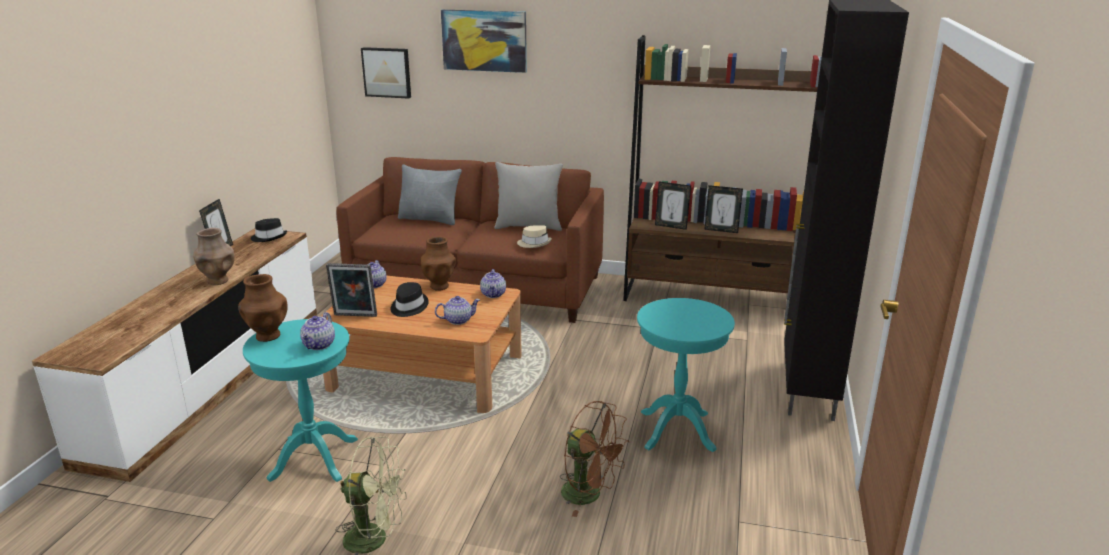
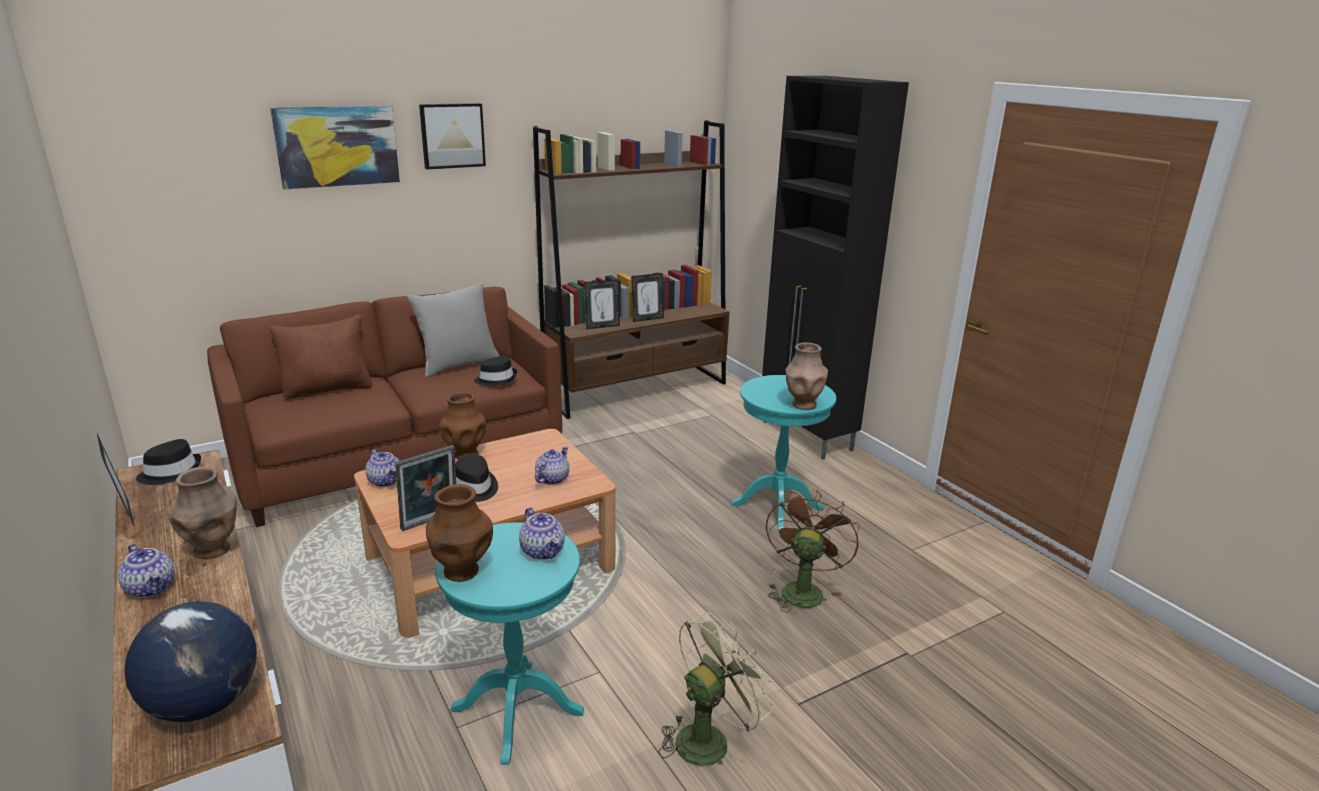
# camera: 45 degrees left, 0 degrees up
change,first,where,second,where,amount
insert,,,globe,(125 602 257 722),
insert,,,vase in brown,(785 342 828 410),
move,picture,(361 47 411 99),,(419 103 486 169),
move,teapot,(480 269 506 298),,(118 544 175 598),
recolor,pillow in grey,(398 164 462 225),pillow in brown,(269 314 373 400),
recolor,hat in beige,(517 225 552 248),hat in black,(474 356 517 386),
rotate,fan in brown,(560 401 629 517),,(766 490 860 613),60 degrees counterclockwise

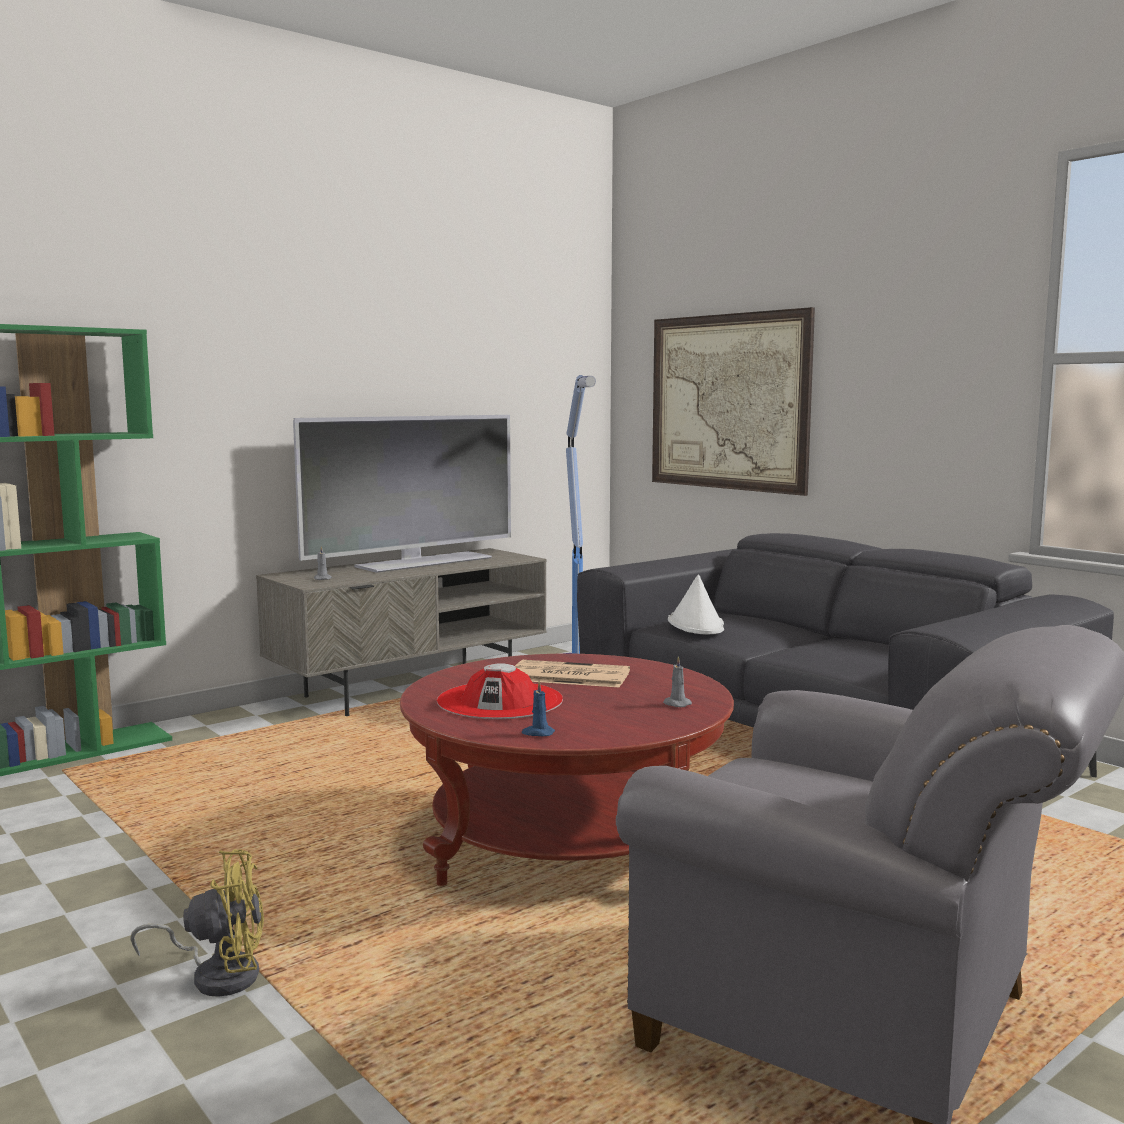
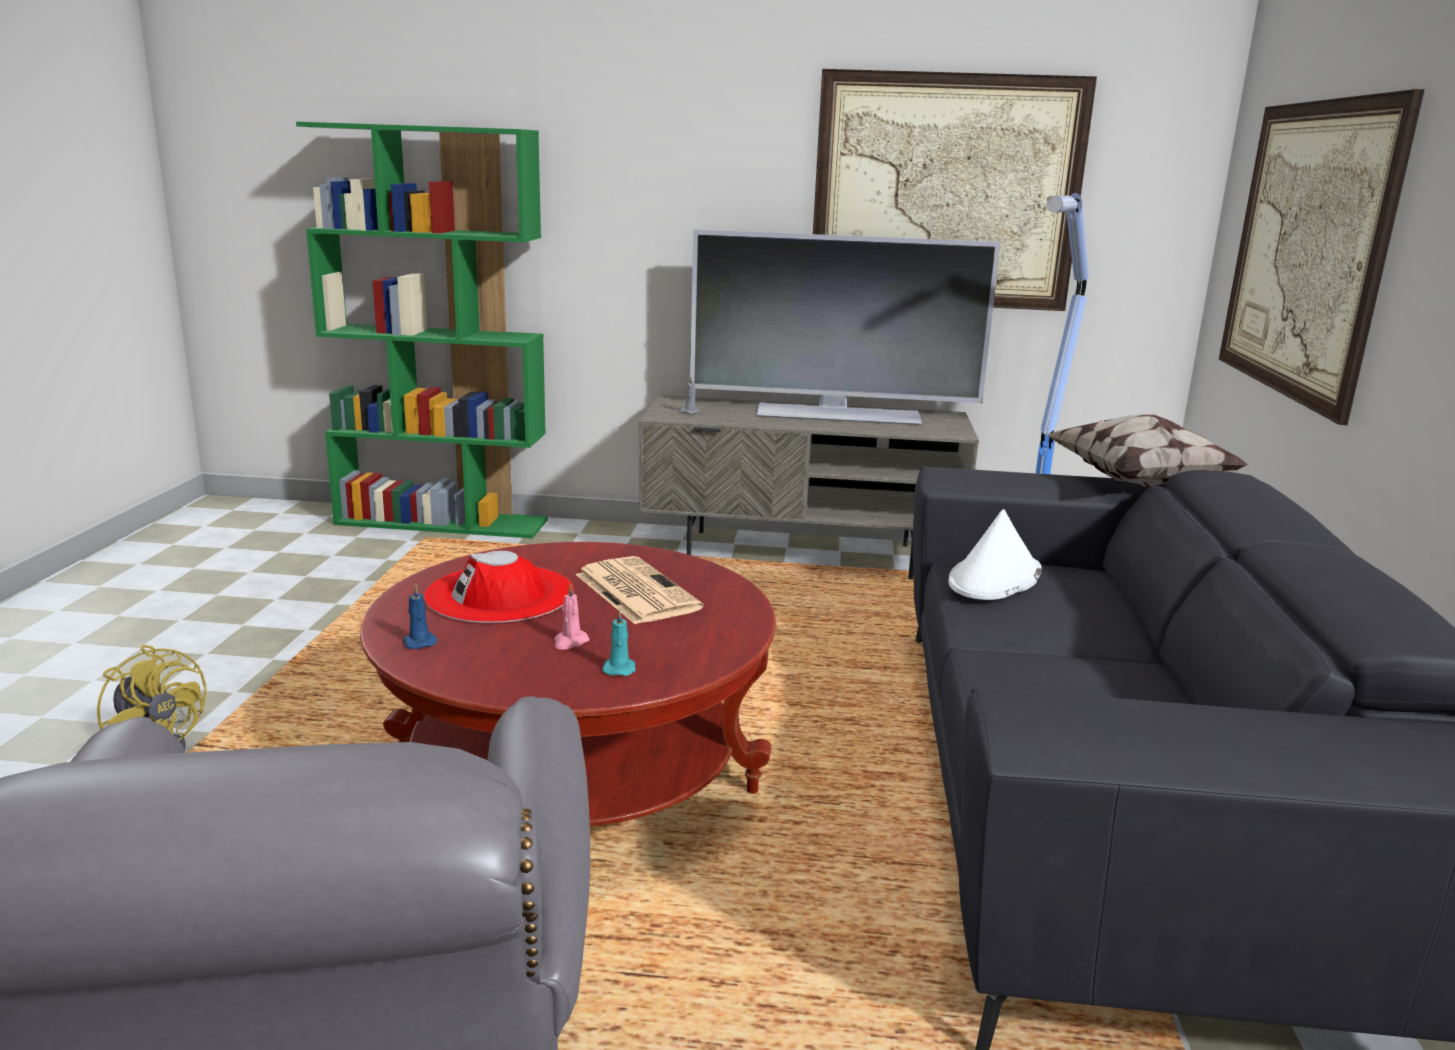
# camera: 45 degrees right, 10 degrees up
change,first,where,second,where,amount
insert,,,candle in pink,(554 583 590 649),
insert,,,picture,(813 69 1097 311),
insert,,,pillow,(1045 414 1248 487),
recolor,candle in grey,(663 656 692 707),candle in turquoise,(602 608 636 676),

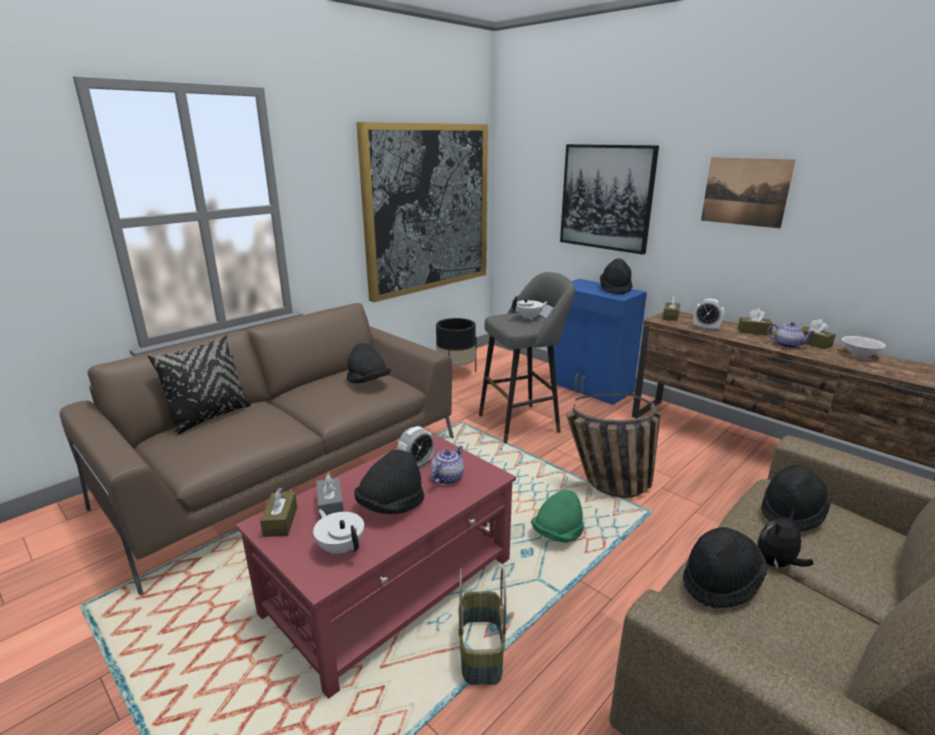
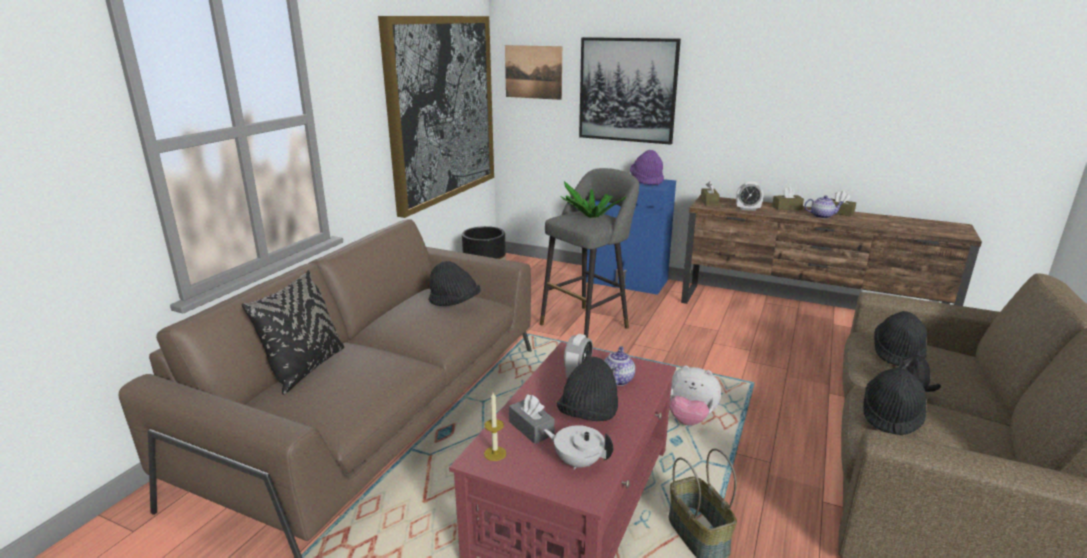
# camera: 20 degrees left, 0 degrees up
change,first,where,second,where,amount
delete,basket,(566 393 660 498),,,
delete,bowl in white,(842 336 886 357),,,
move,picture,(701 157 796 228),,(505 45 562 100),
replace,tissue box in brown,(260 488 297 537),candle,(484 393 507 461),
replace,teapot in white,(512 296 548 320),potted plant,(561 181 627 218),
replace,hat in green,(531 489 584 543),plush toy,(669 365 721 426),
recolor,hat in black,(600 258 632 295),hat in purple,(630 150 664 185),

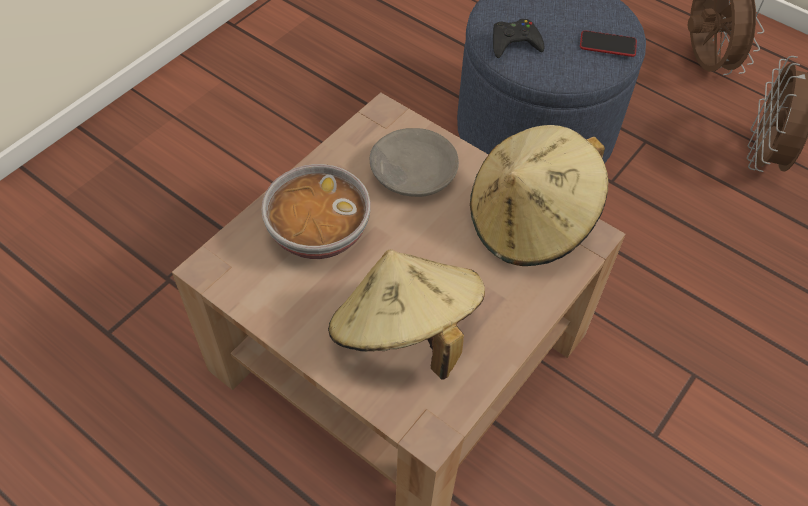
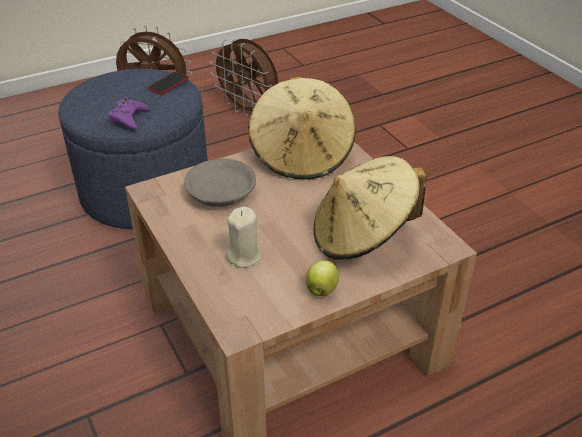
# camera: 65 degrees left, 15 degrees down
change,first,where,second,where,amount
insert,,,apple,(306 260 339 296),
replace,bowl,(261 164 371 259),candle in beige,(226 206 261 268),
recolor,game controller in black,(493 19 545 58),game controller in purple,(109 99 150 129),

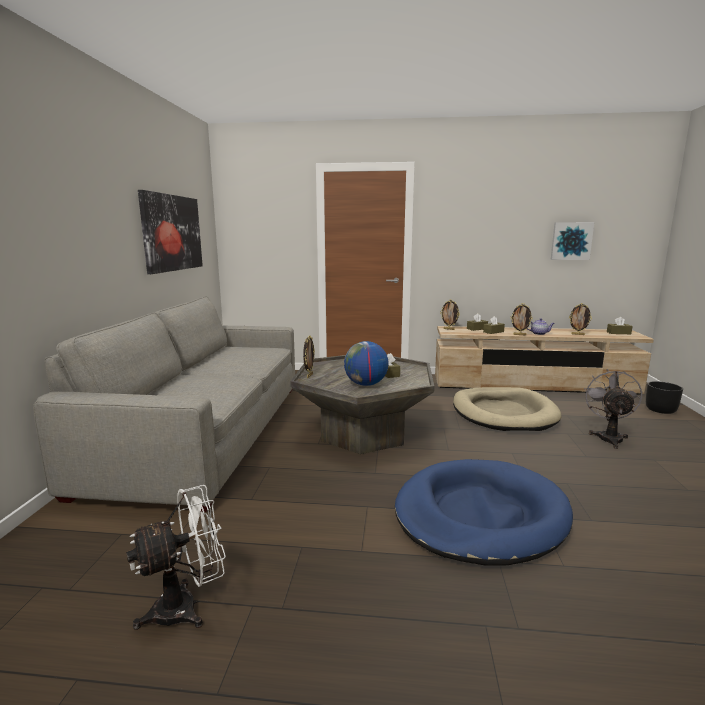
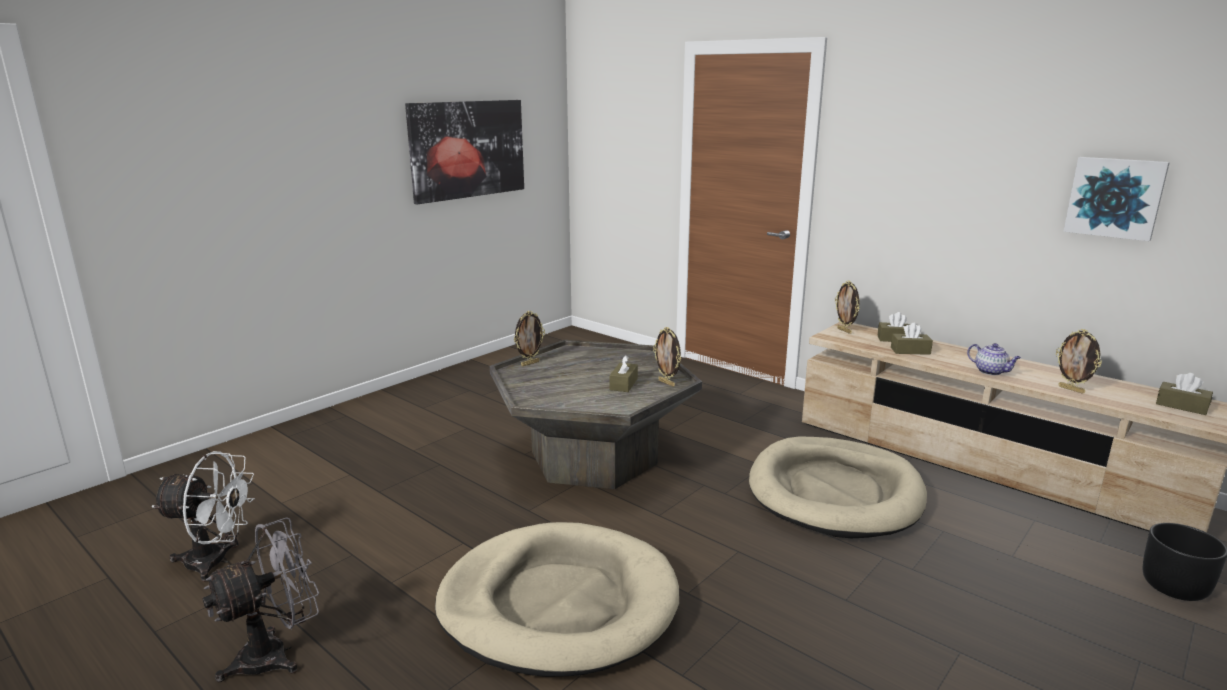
# camera: 35 degrees right, 5 degrees up
change,first,where,second,where,amount
delete,sofa in grey,(33 296 295 512),,,
delete,globe,(344 341 389 386),,,
move,picture frame,(510 303 533 335),,(653 327 681 387),
move,fan in grey,(584 369 642 449),,(202 517 319 683),
recolor,dog bed in blue,(395 459 573 566),dog bed in beige,(435 522 679 677),

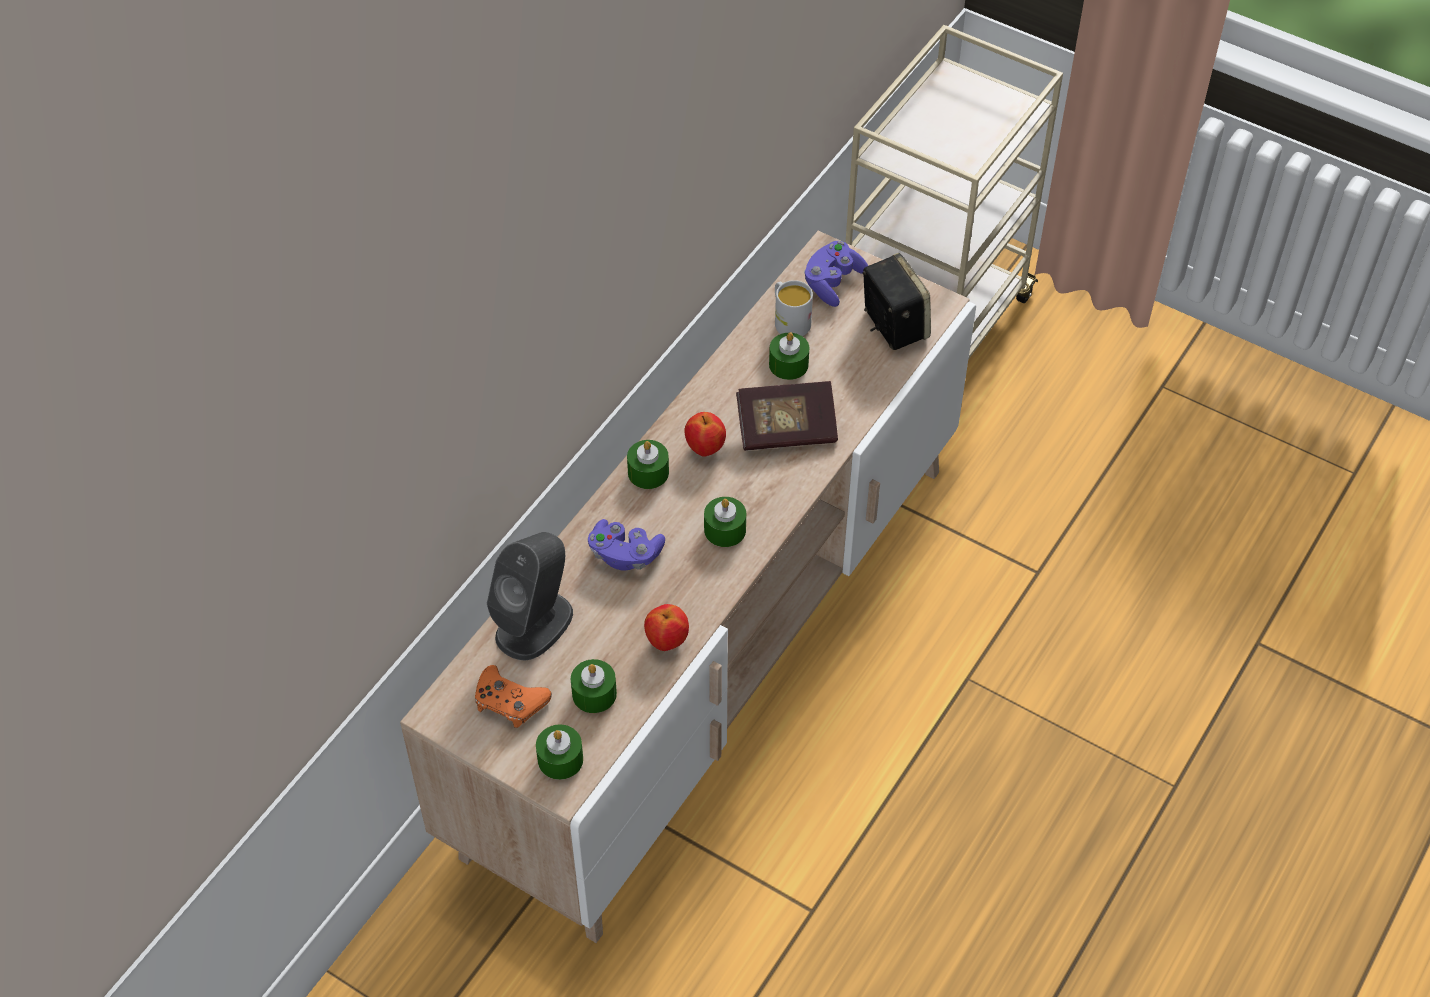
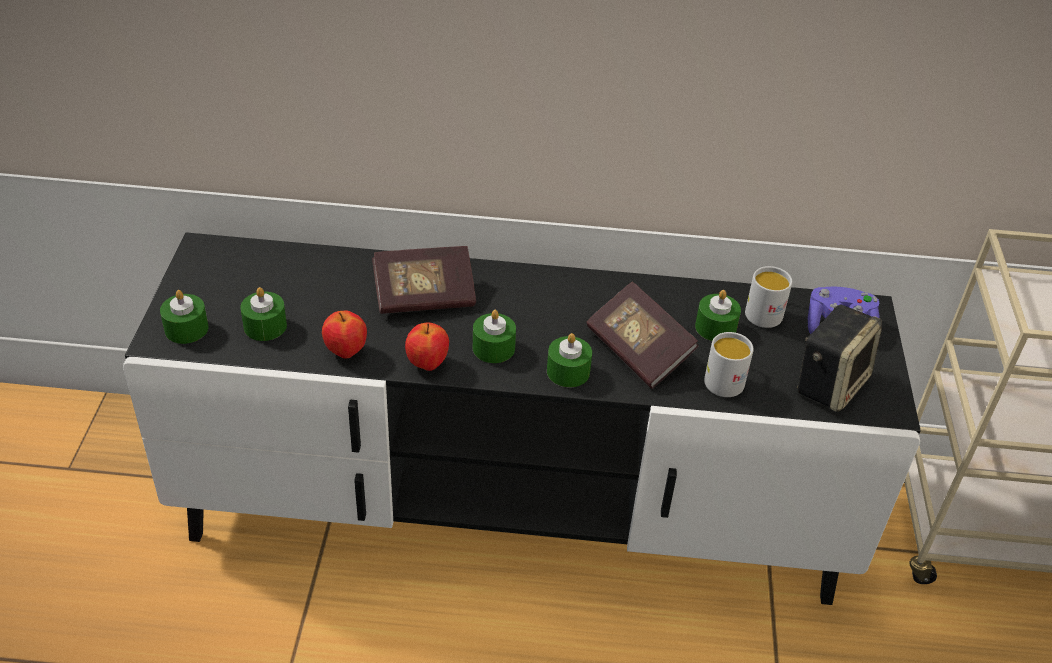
# camera: 60 degrees right, 10 degrees down
change,first,where,second,where,amount
delete,game controller in orange,(475 665 552 728),,,
delete,speaker in grey,(487 532 573 660),,,
insert,,,mug in white,(704 332 754 397),
move,candle in green,(627 440 669 489),,(547 333 592 387),
move,apple,(684 412 726 457),,(405 322 449 371),
replace,game controller in purple,(588 519 665 570),book,(372 246 476 314),
recolor,tv stand in beige,(400 231 976 943),tv stand in black,(123 232 921 605),

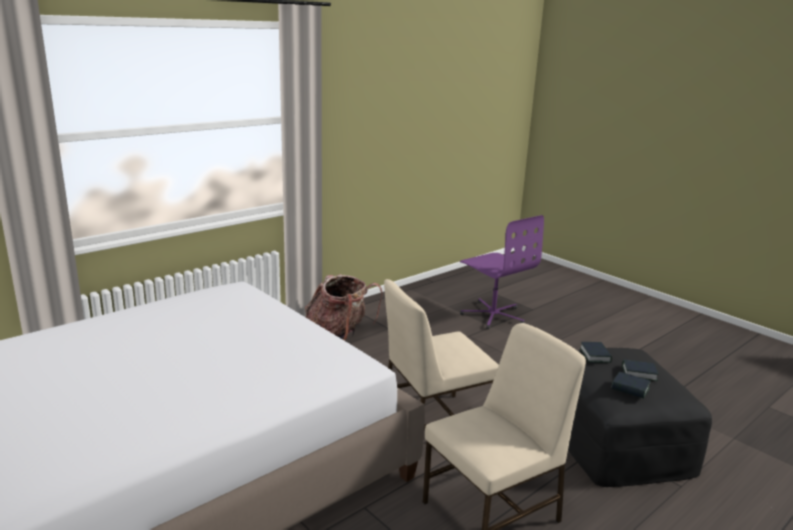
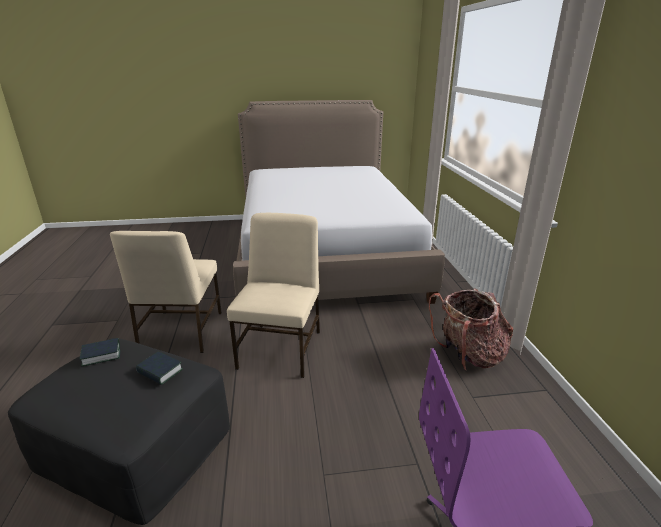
# camera: 125 degrees right, 5 degrees up
change,first,where,second,where,amount
delete,book,(622 359 658 381),,,

